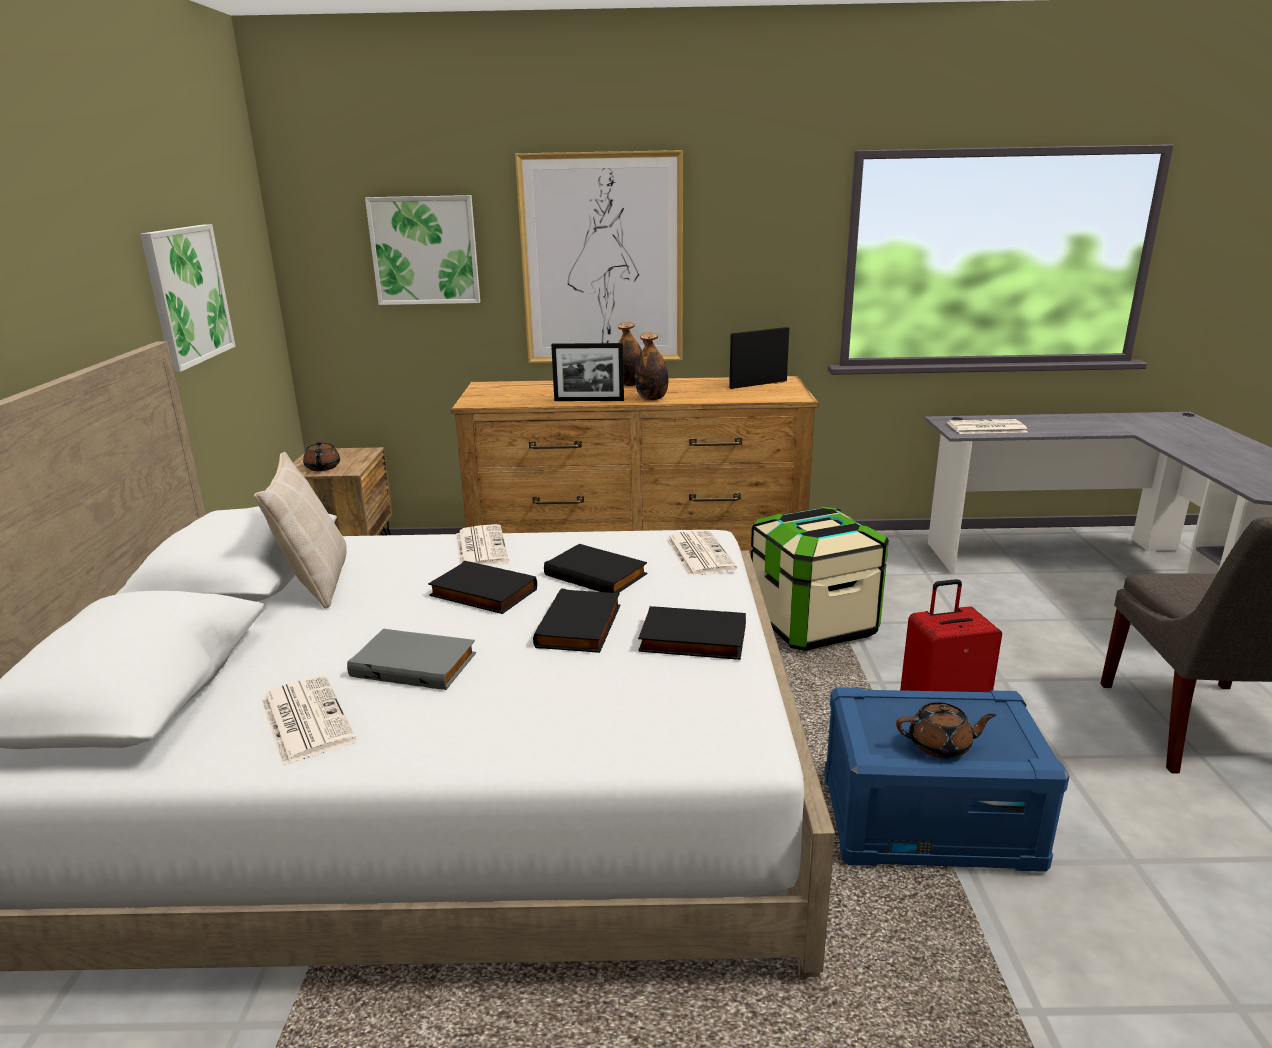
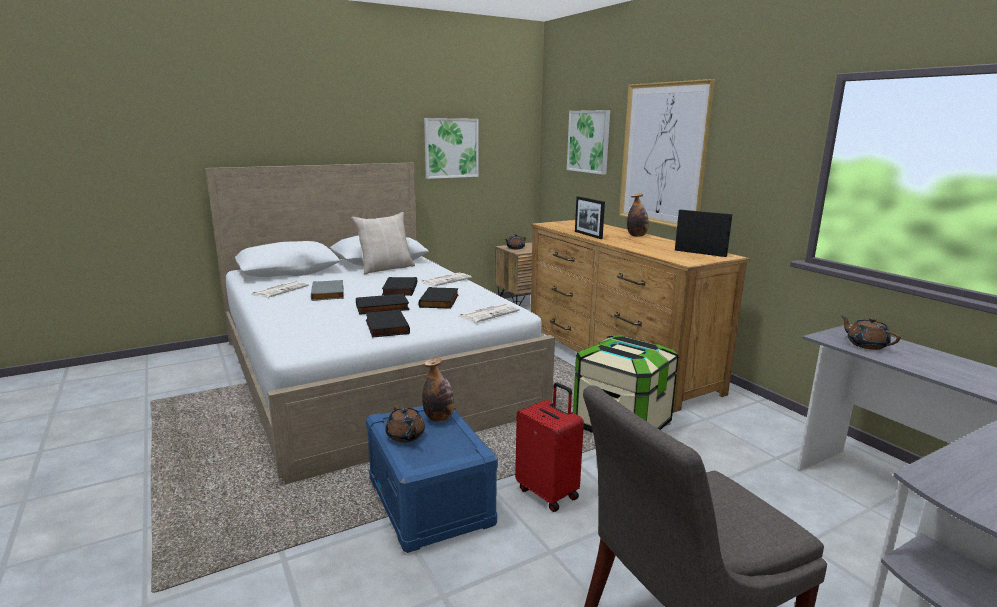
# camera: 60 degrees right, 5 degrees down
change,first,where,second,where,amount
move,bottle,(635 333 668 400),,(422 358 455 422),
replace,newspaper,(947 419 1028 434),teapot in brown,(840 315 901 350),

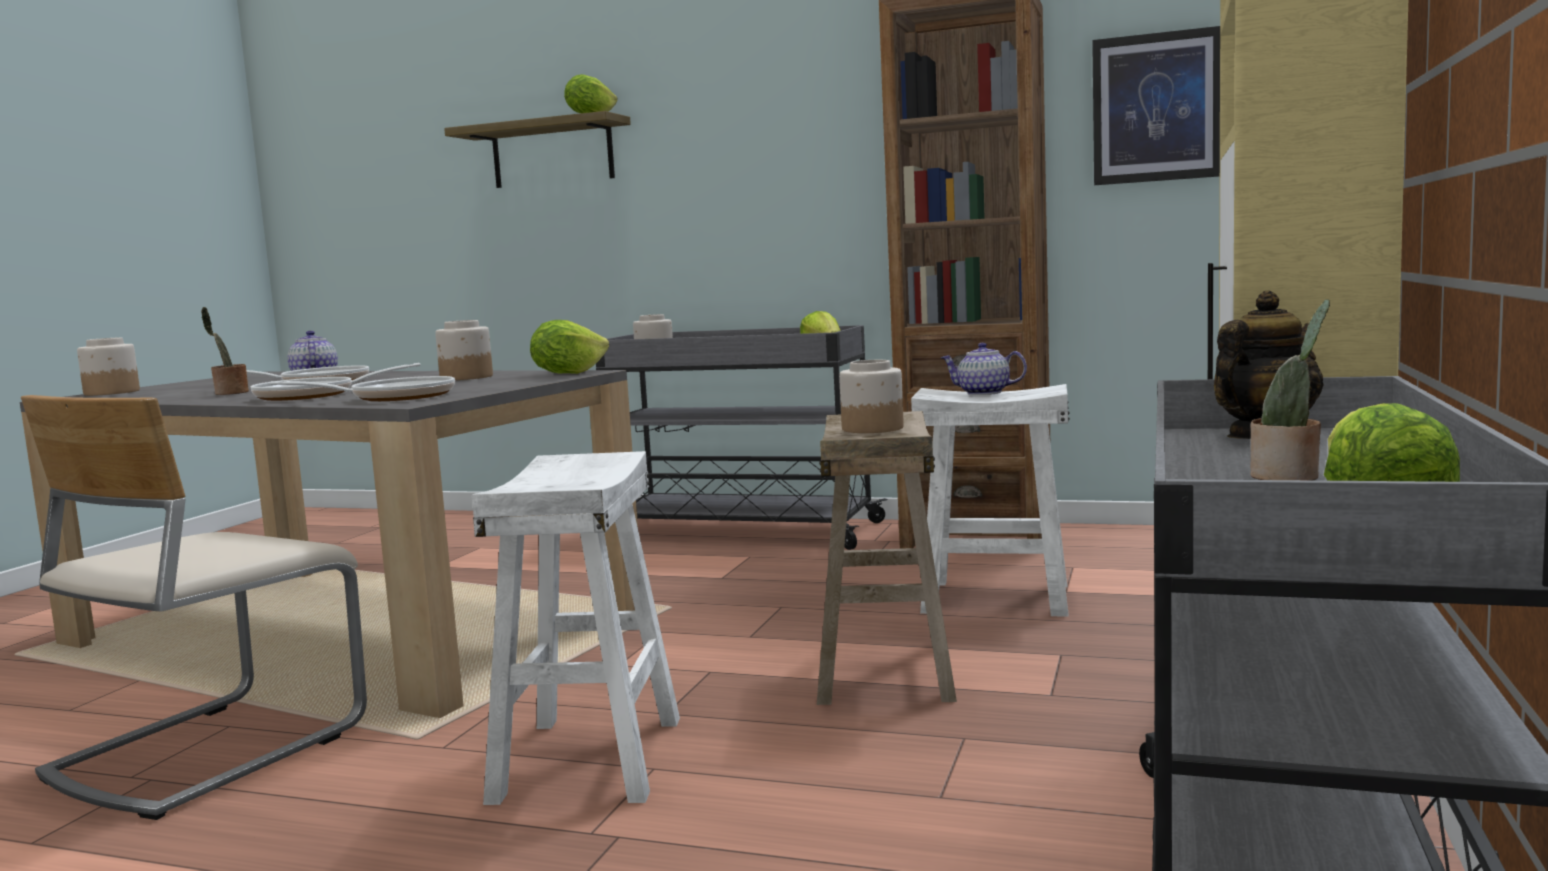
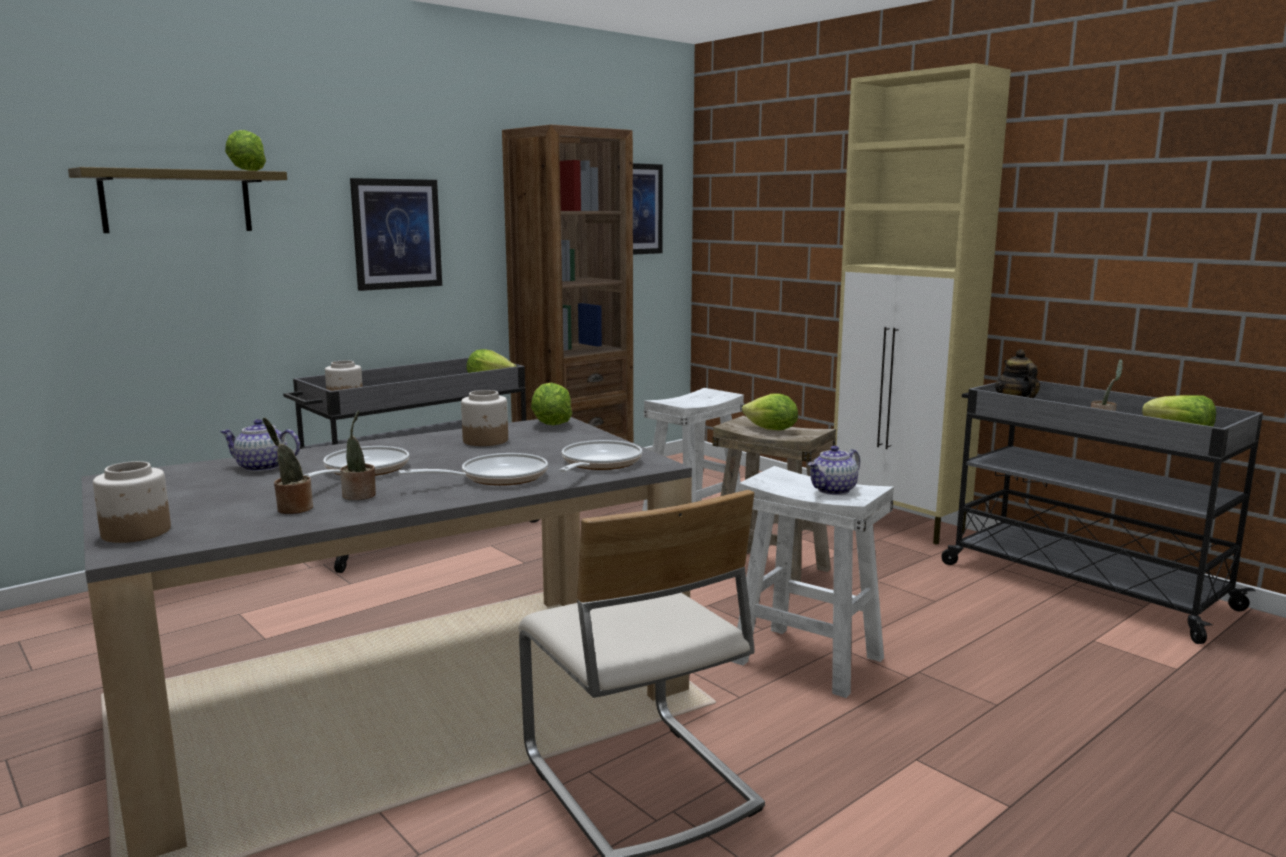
# camera: 60 degrees left, 5 degrees up
change,first,where,second,where,amount
insert,,,potted plant,(263 418 313 514),
insert,,,picture,(350 178 442 291),
move,teapot,(940 343 1027 395),,(808 446 860 495),
replace,jar,(839 360 904 433),lettuce,(742 393 798 430),
rotate,frying pan,(251 363 421 401),,(398 453 548 486),120 degrees counterclockwise

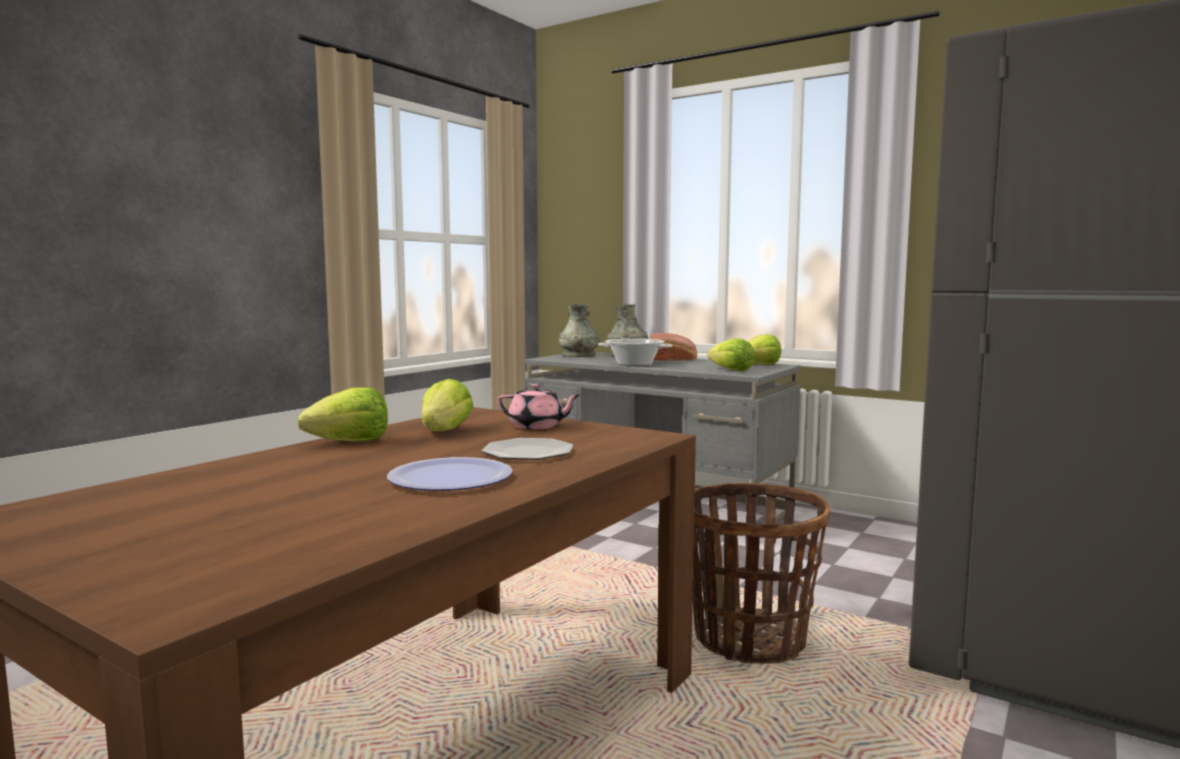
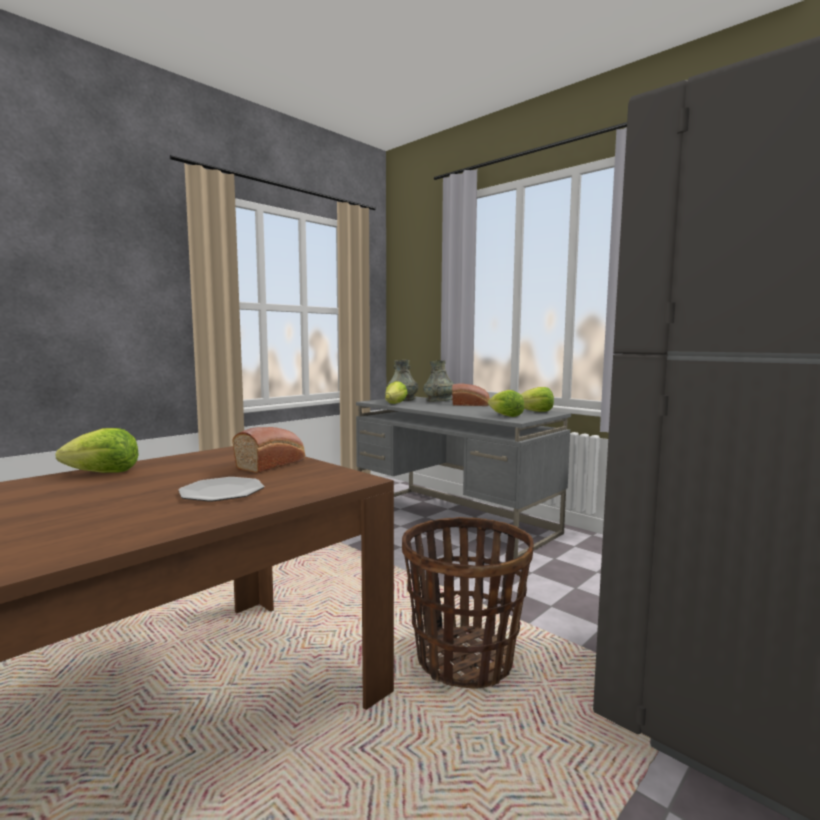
# camera: 10 degrees right, 0 degrees up
change,first,where,second,where,amount
delete,plate,(387 457 513 491),,,
delete,cooking pot,(598 339 673 366),,,
move,lettuce,(421 379 473 431),,(385 381 408 404),
replace,teapot in pink,(497 384 580 429),bread,(232 427 305 473),

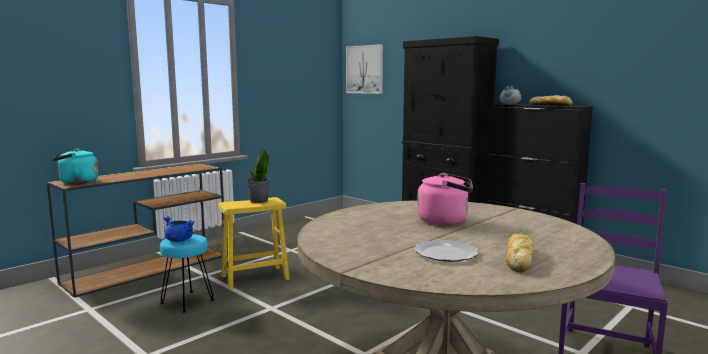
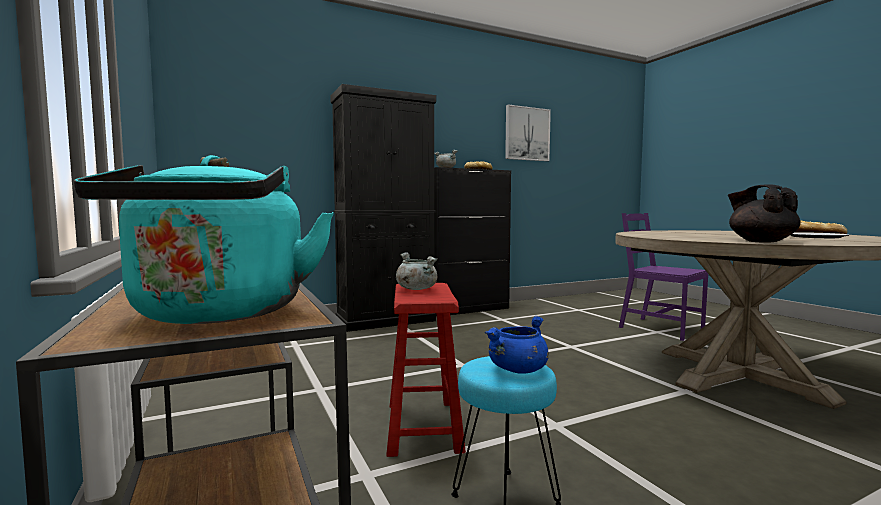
# camera: 70 degrees left, 5 degrees down
change,first,where,second,where,amount
delete,kettle in pink,(417 173 473 225),,,
insert,,,teapot in black,(728 185 800 243),
move,picture,(346 44 383 94),,(505 104 551 161),
replace,potted plant,(246 149 270 203),cooking pot in grey,(396 252 438 290),
recolor,stool in yellow,(218 197 290 290),stool in red,(386 283 466 457),

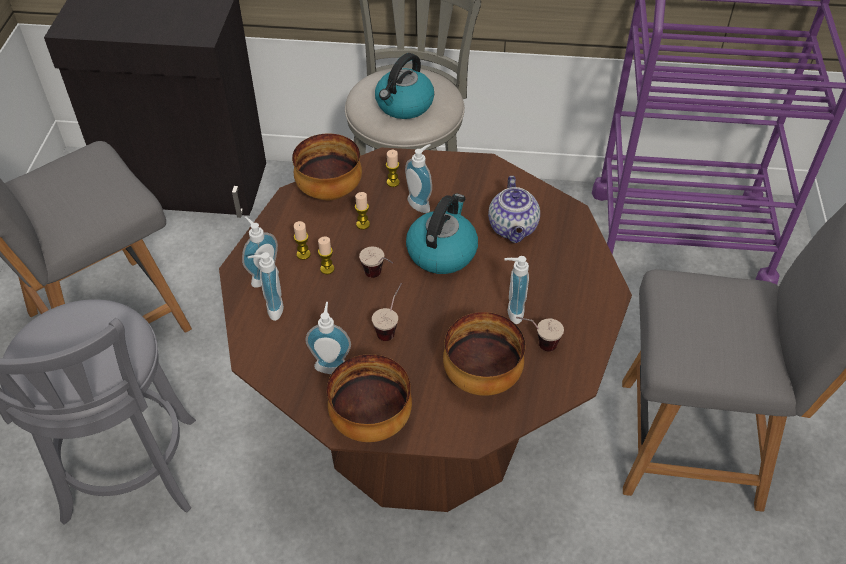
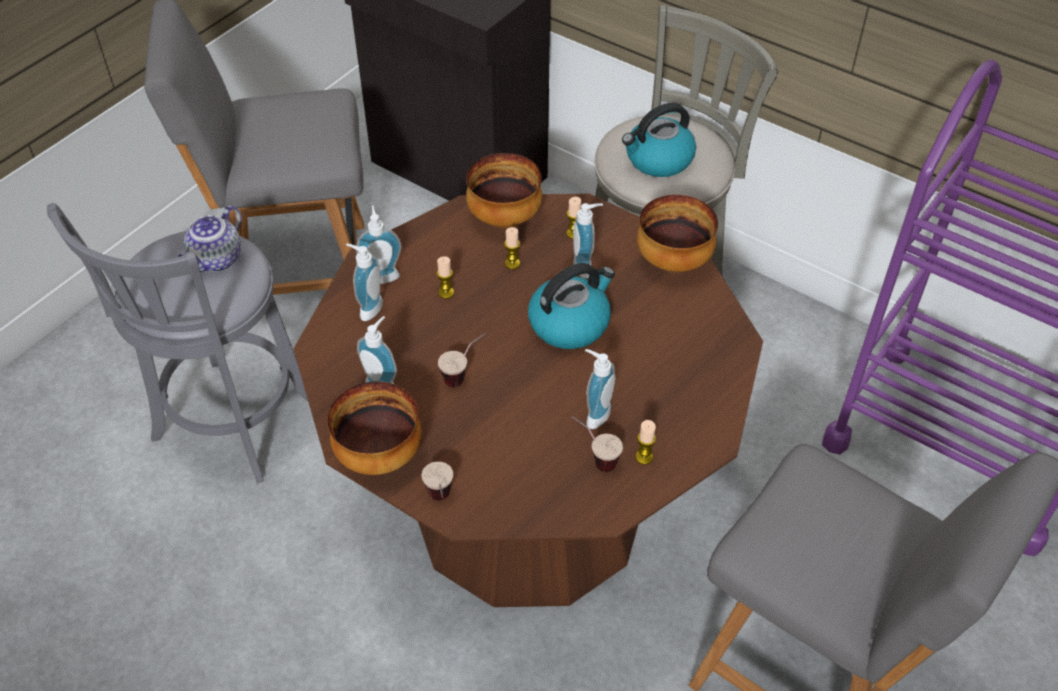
# camera: 30 degrees right, 0 degrees up
change,first,where,second,where,amount
move,candle,(294 221 311 260),,(636 420 656 465),
move,cup,(359 247 393 278),,(422 462 453 500),
move,bowl,(443 312 525 396),,(637 195 718 272),
move,teapot,(488 176 540 243),,(178 205 241 272),

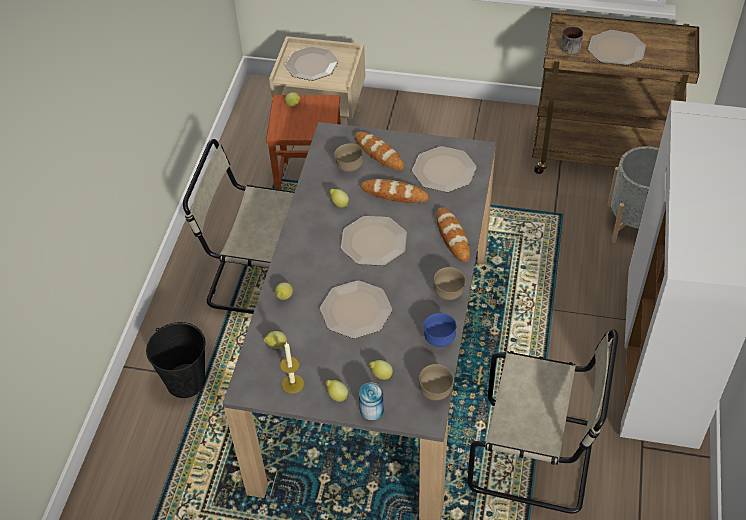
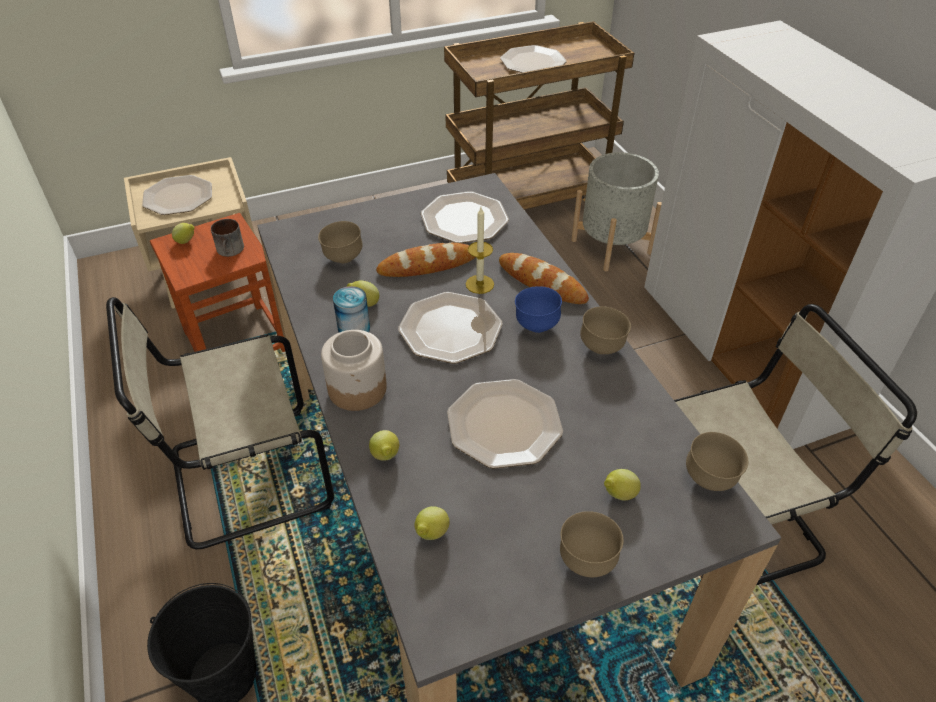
# camera: 35 degrees left, 5 degrees down
change,first,where,second,where,amount
delete,bread,(355 132 404 170),,,
insert,,,jar,(321 330 387 411),
move,candle,(280 342 304 393),,(466 207 494 294),
move,can,(359 383 384 420),,(333 286 370 333),
move,bowl in blue,(423 313 457 347),,(515 286 562 333),
move,mug,(561 26 583 54),,(211 219 244 257),
replace,lemon,(326 380 348 402),bowl in brown,(560 511 624 577),

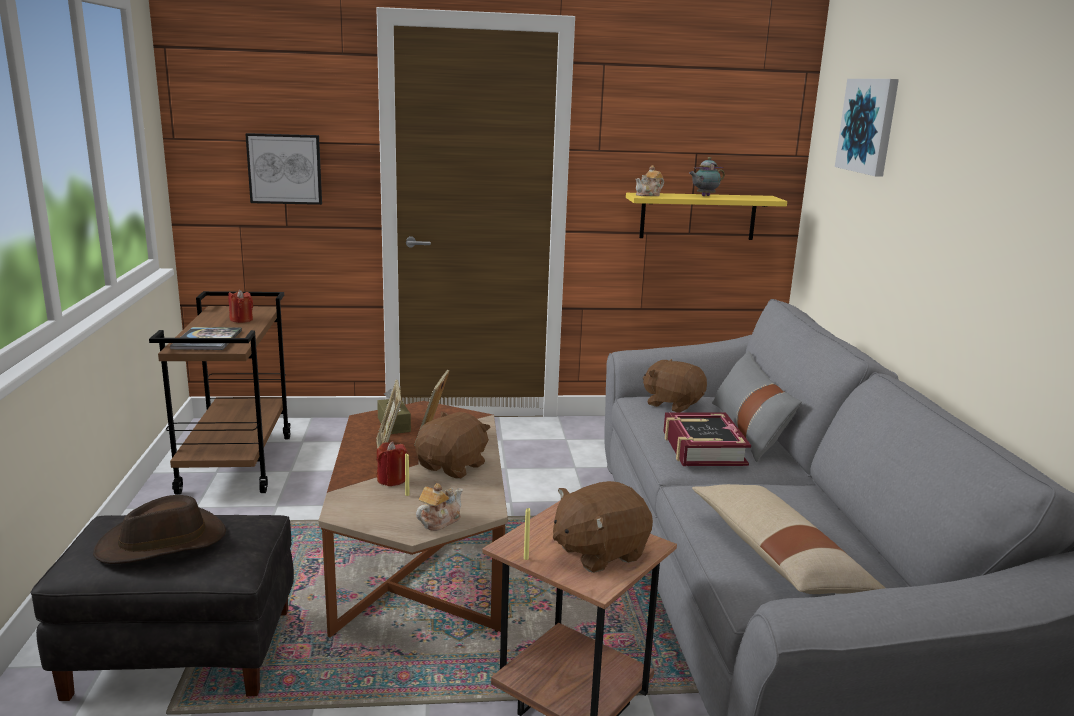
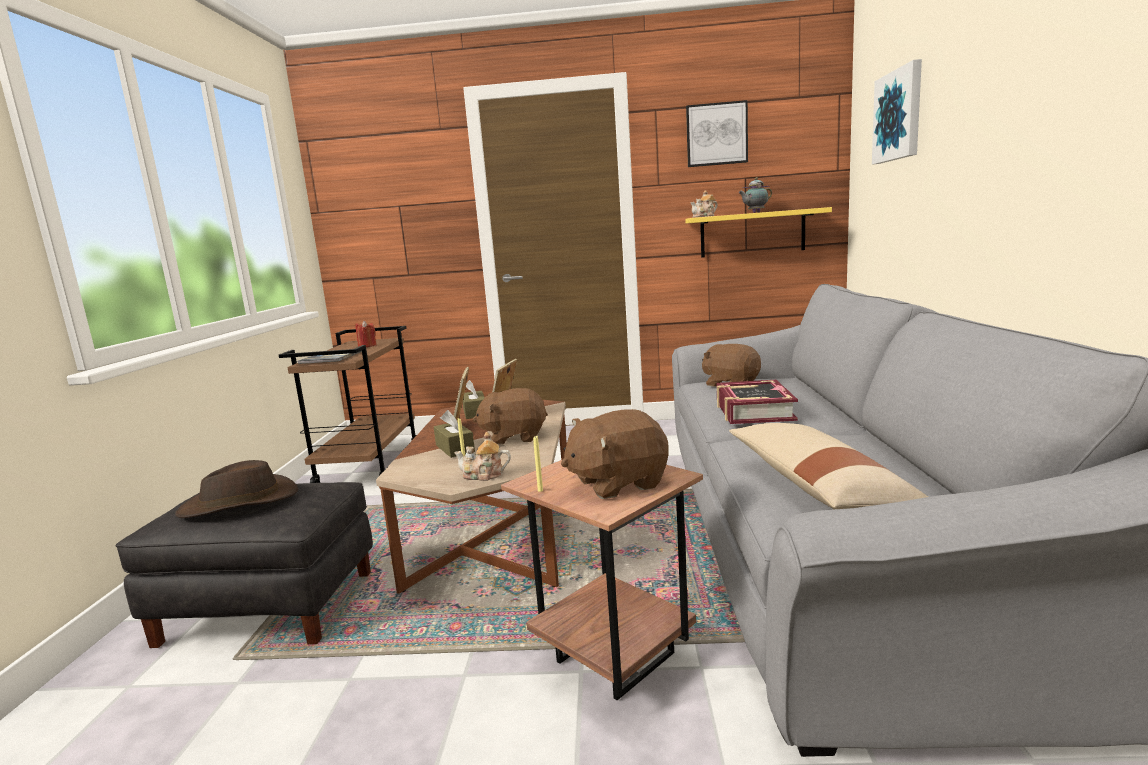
# camera: 10 degrees right, 5 degrees down
change,first,where,second,where,amount
delete,pillow in grey,(712 351 802 462),,,
move,picture,(245 133 322 205),,(686 100 748 167),
replace,candle in red,(377 441 407 486),tissue box in brown,(434 410 475 458),
rotate,plush toy in brown,(415 412 491 479),,(473 388 548 445),135 degrees counterclockwise
rotate,teapot,(416 483 463 531),,(454 432 511 481),135 degrees counterclockwise

